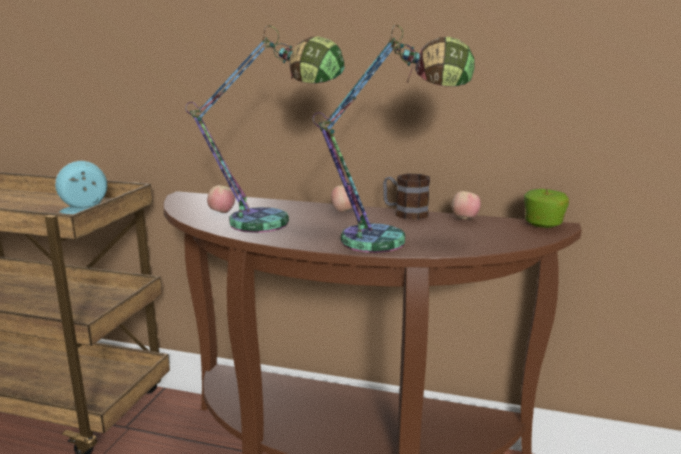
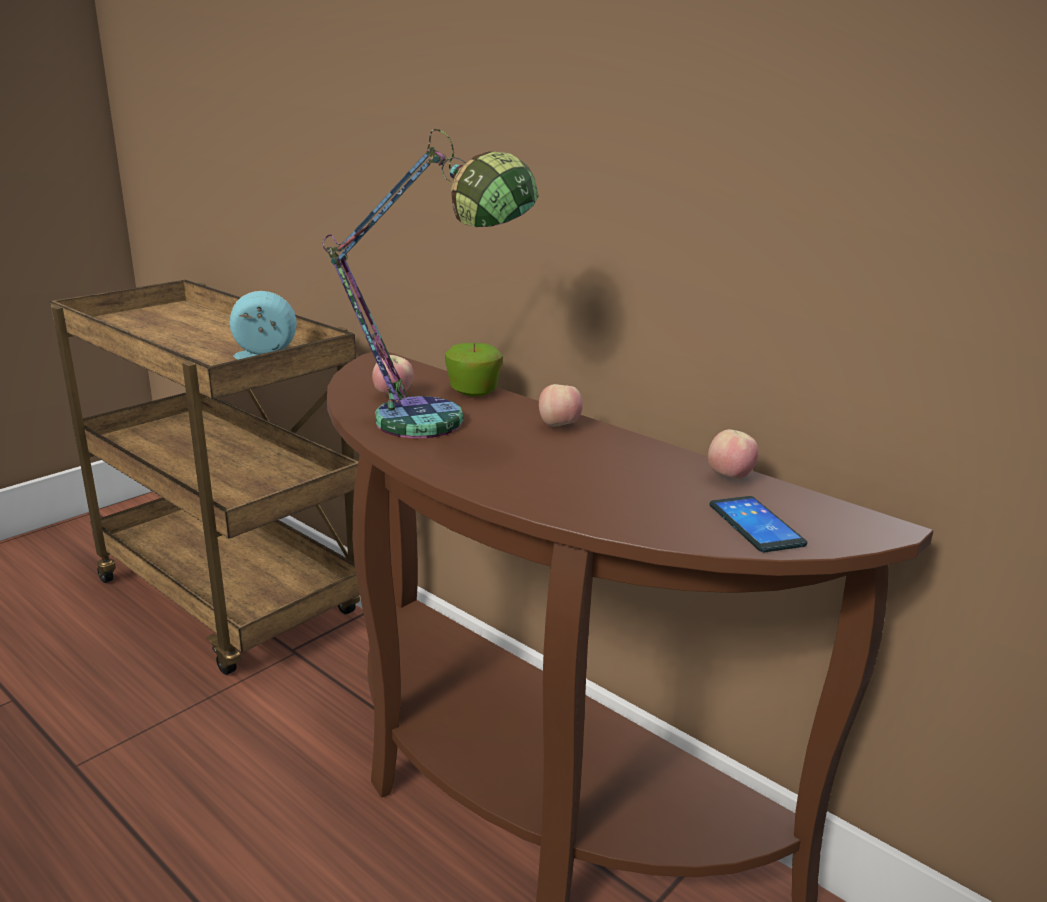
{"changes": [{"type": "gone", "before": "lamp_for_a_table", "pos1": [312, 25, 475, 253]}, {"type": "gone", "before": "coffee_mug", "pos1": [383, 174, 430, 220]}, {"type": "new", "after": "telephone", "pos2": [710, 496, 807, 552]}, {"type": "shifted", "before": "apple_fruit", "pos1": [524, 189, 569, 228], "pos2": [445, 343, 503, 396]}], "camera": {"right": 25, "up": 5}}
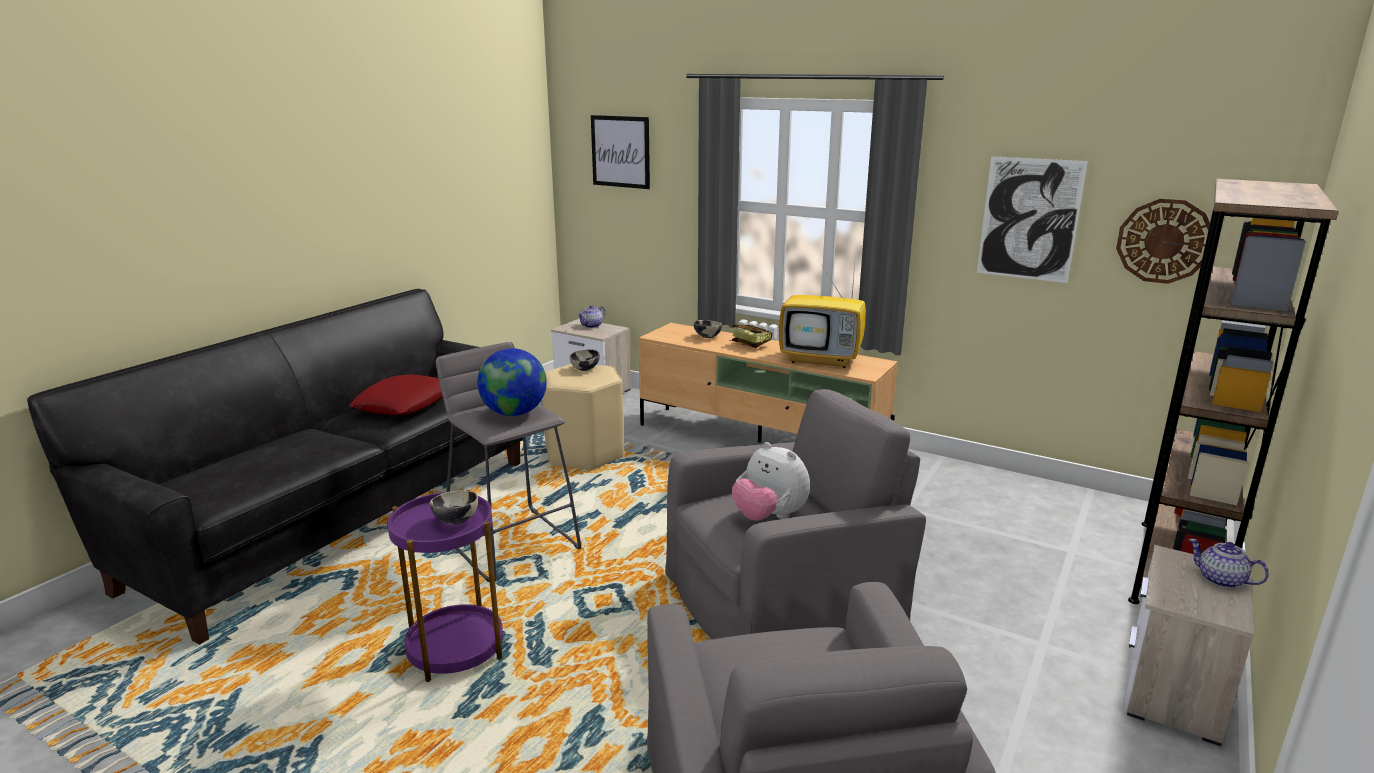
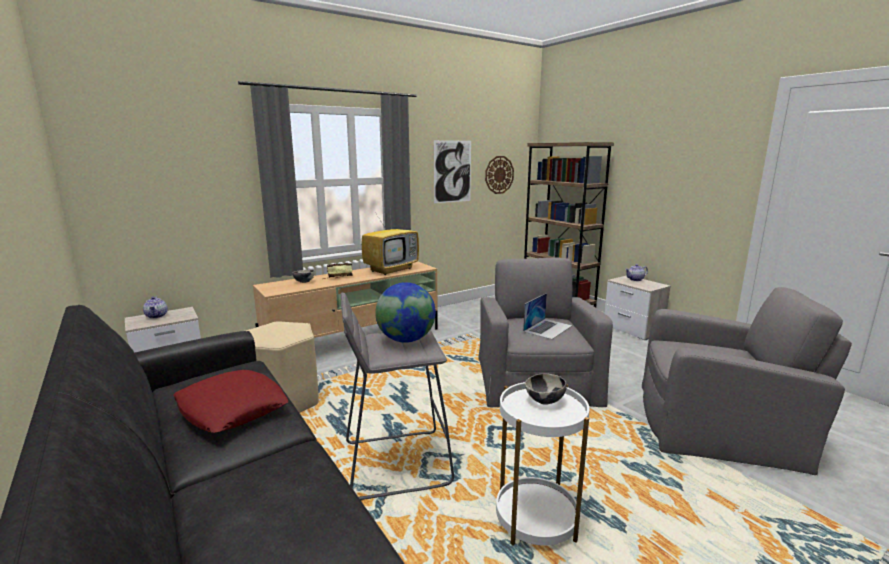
{"changes": [{"type": "gone", "before": "bowl", "pos1": [569, 349, 600, 371]}, {"type": "gone", "before": "wall_art", "pos1": [591, 115, 650, 189]}, {"type": "swapped", "before": "plush_toy", "after": "portable_computer", "pos1": [732, 442, 810, 521], "pos2": [523, 293, 572, 339]}, {"type": "repainted", "before": "purple_side_table", "after": "white_side_table", "pos1": [387, 490, 503, 682], "pos2": [496, 382, 590, 546]}], "camera": {"right": -65, "up": -5}}
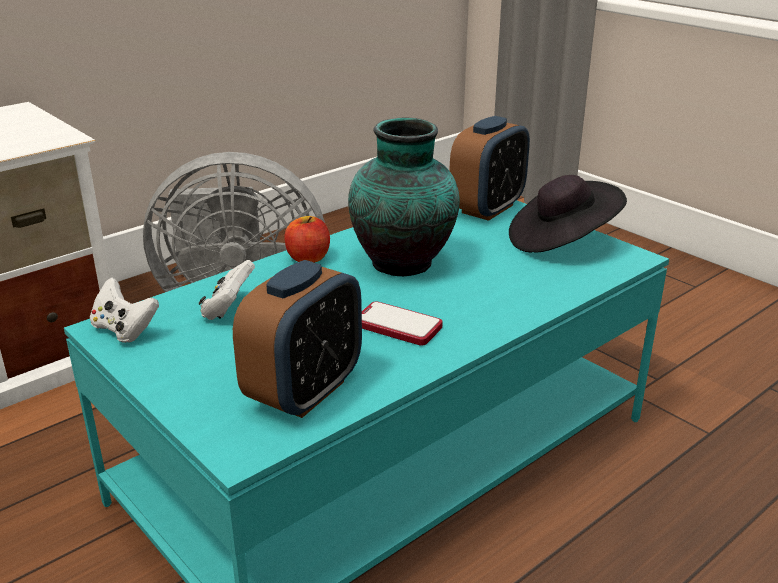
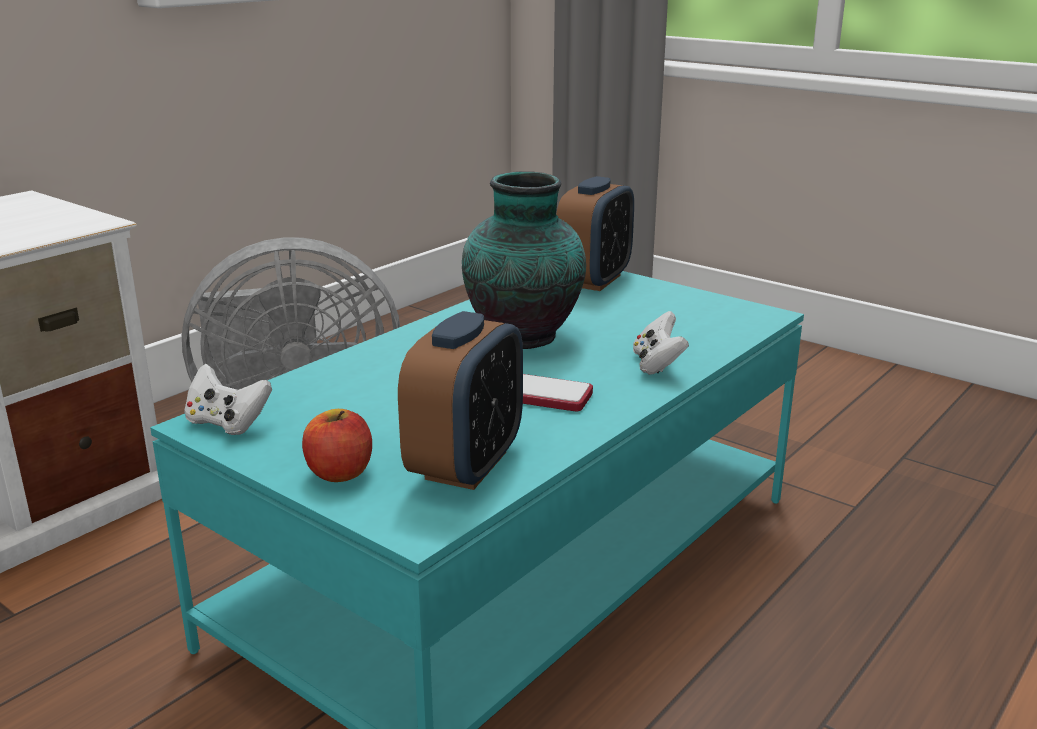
{"changes": [{"type": "gone", "before": "blackish_hat", "pos1": [509, 175, 627, 253]}, {"type": "shifted", "before": "white_game_controller", "pos1": [199, 260, 255, 320], "pos2": [633, 311, 689, 375]}, {"type": "shifted", "before": "apple_fruit", "pos1": [284, 216, 330, 263], "pos2": [302, 409, 372, 482]}], "camera": {"right": -10, "up": -5}}
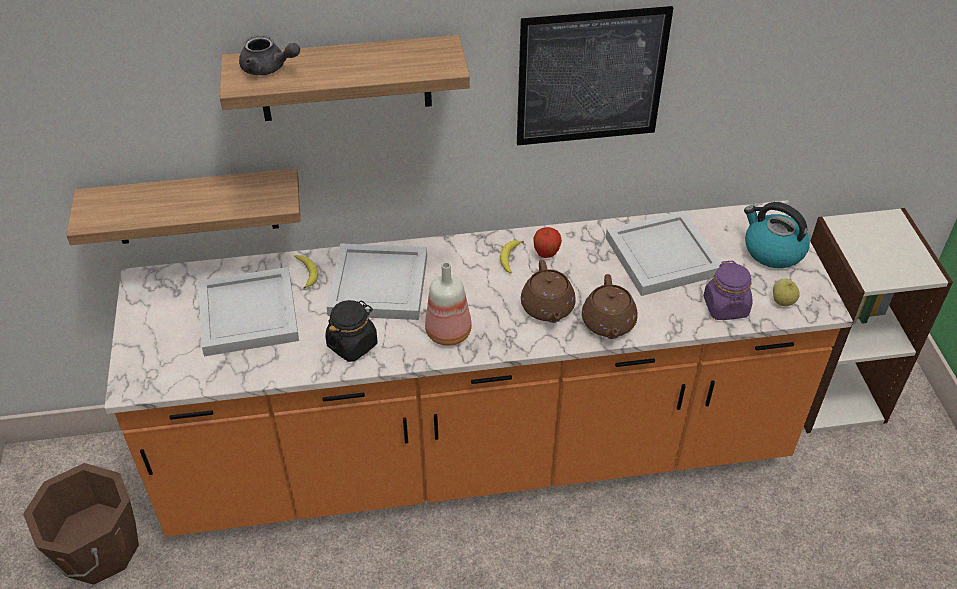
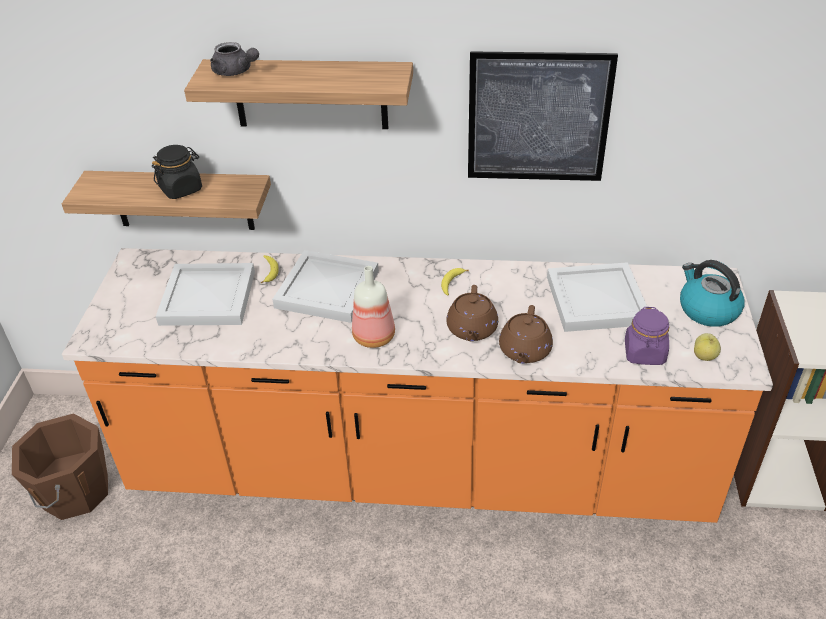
{"changes": [{"type": "gone", "before": "apple_fruit", "pos1": [533, 227, 562, 258]}, {"type": "shifted", "before": "blackish_preserve_jar", "pos1": [325, 300, 378, 362], "pos2": [152, 145, 202, 199]}], "camera": {"right": 15, "up": -5}}
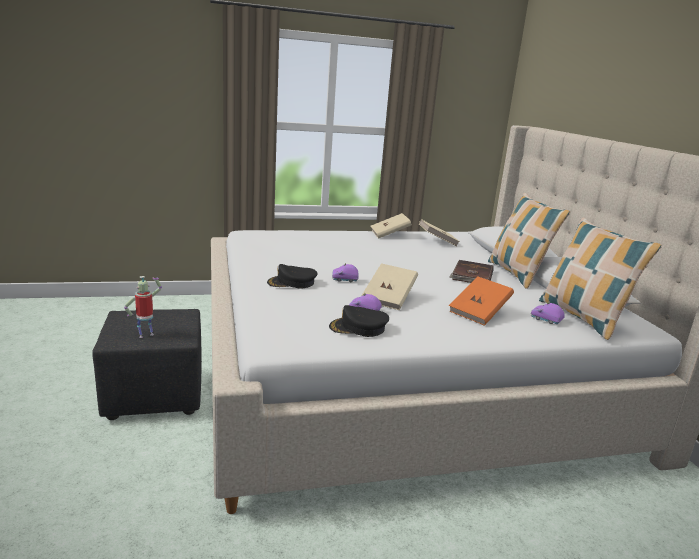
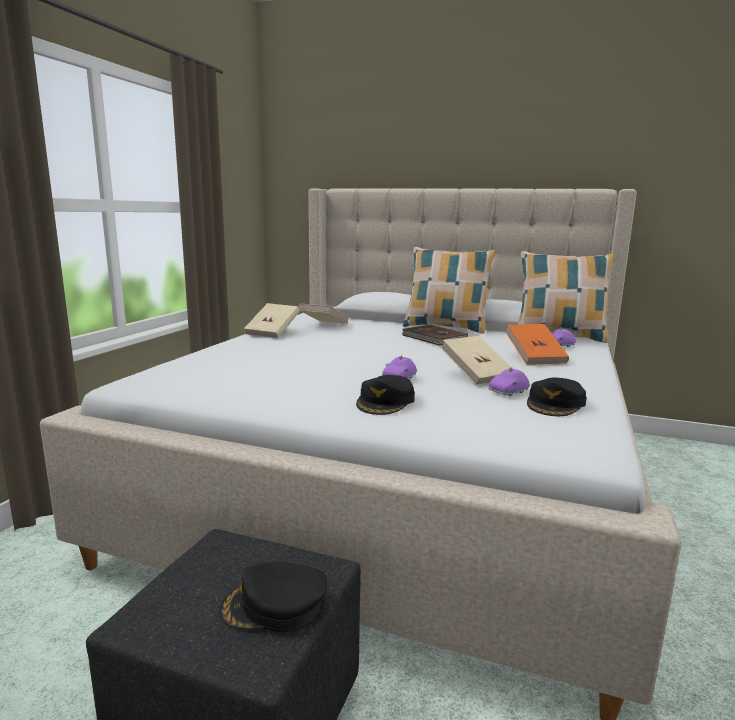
{"changes": [{"type": "swapped", "before": "model_robot", "after": "blackish_cap", "pos1": [124, 276, 162, 338], "pos2": [219, 561, 327, 632]}], "camera": {"right": -55, "up": -5}}
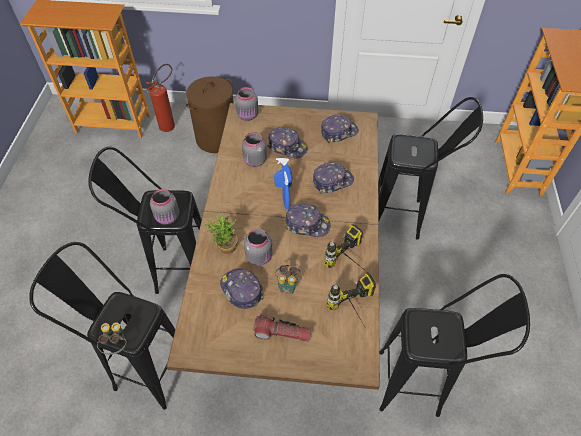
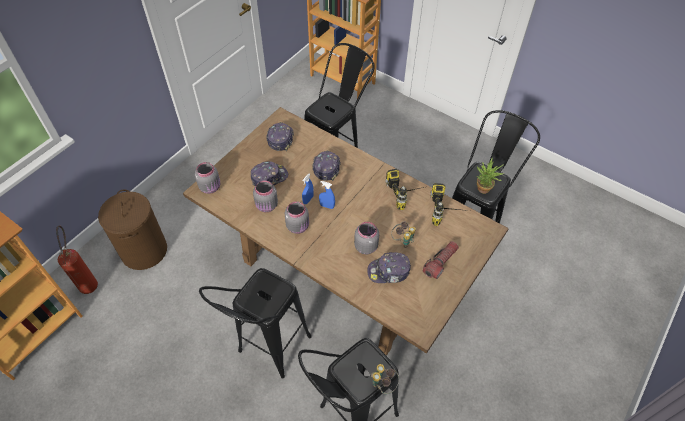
{"changes": [{"type": "gone", "before": "cap", "pos1": [285, 203, 330, 237]}, {"type": "shifted", "before": "grey_preserve_jar", "pos1": [150, 189, 179, 225], "pos2": [285, 201, 309, 234]}, {"type": "shifted", "before": "houseplant", "pos1": [202, 212, 238, 254], "pos2": [477, 158, 504, 194]}], "camera": {"right": -60, "up": 0}}
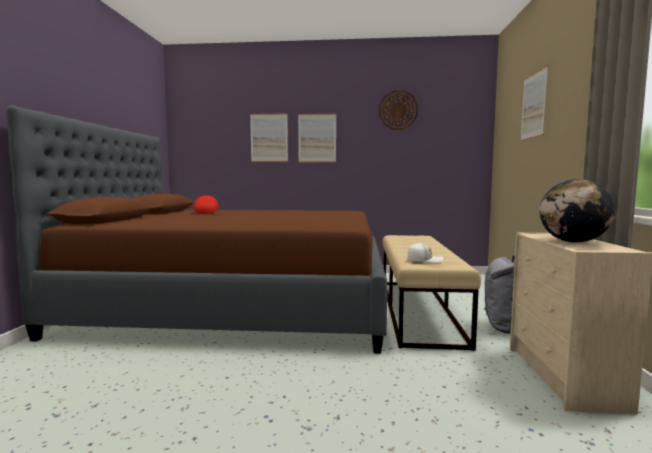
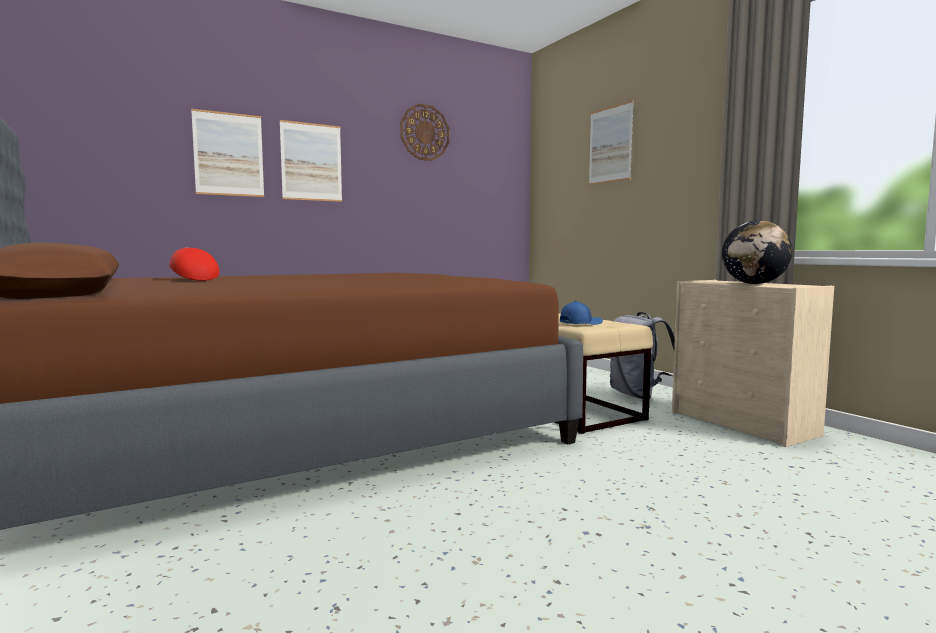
{"changes": [{"type": "repainted", "before": "white_cap", "after": "bluish_cap", "pos1": [407, 242, 444, 263], "pos2": [560, 300, 603, 325]}], "camera": {"right": -35, "up": 0}}
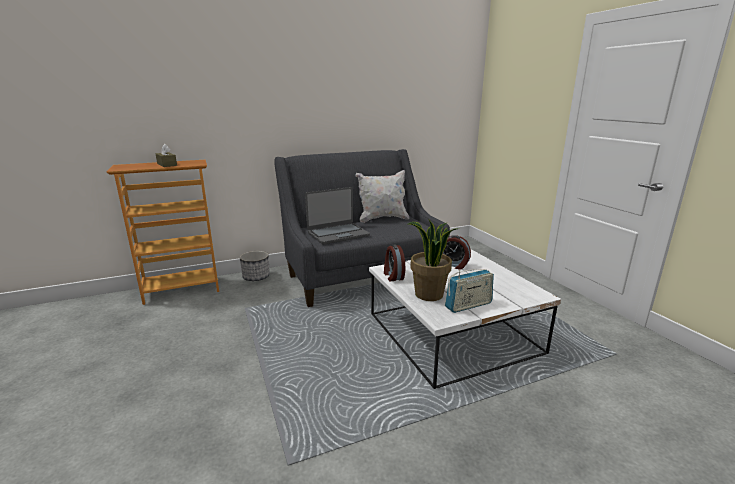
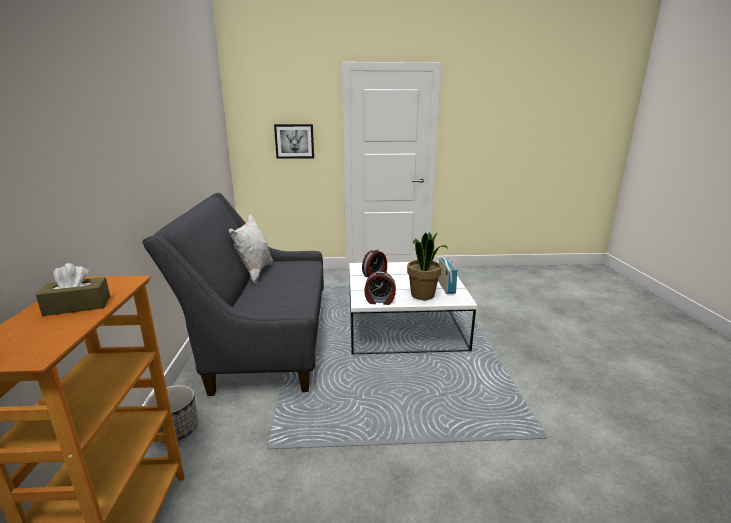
{"changes": [{"type": "gone", "before": "portable_computer", "pos1": [305, 187, 370, 245]}, {"type": "new", "after": "wall_art", "pos2": [274, 124, 314, 159]}], "camera": {"right": -70, "up": 0}}
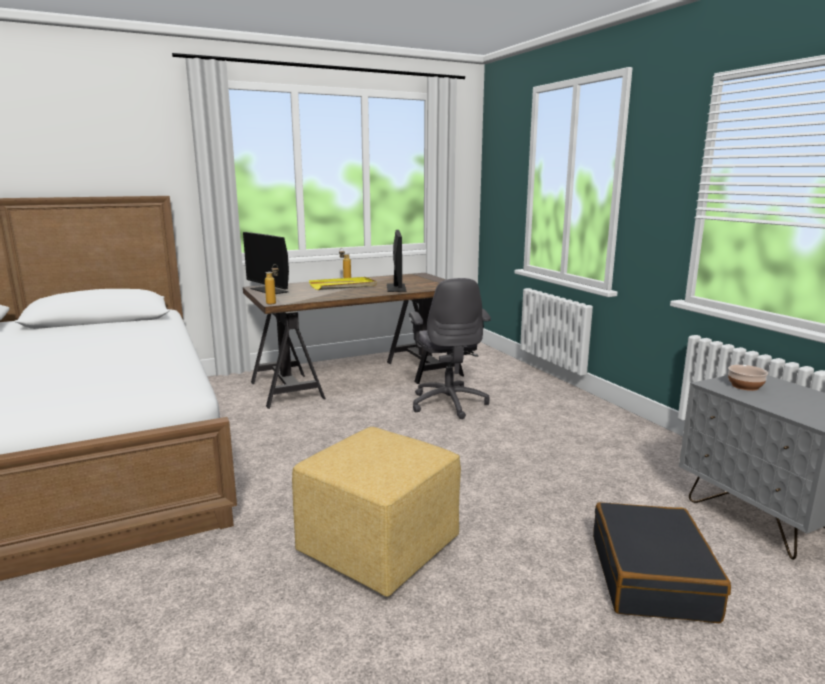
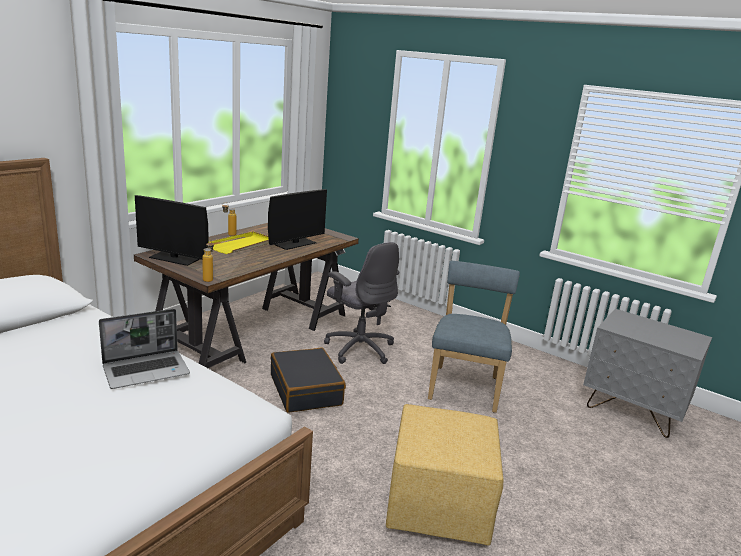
{"changes": [{"type": "gone", "before": "bowl", "pos1": [728, 365, 768, 391]}, {"type": "new", "after": "portable_computer", "pos2": [99, 309, 190, 389]}, {"type": "new", "after": "bluish_plain_chair", "pos2": [428, 261, 520, 413]}, {"type": "shifted", "before": "blackish_suitcase", "pos1": [593, 502, 731, 623], "pos2": [271, 348, 346, 413]}, {"type": "rotated", "before": "computer_display", "pos1": [387, 230, 407, 292], "pos2": [268, 189, 327, 250], "turn": 75}], "camera": {"right": -30, "up": 5}}
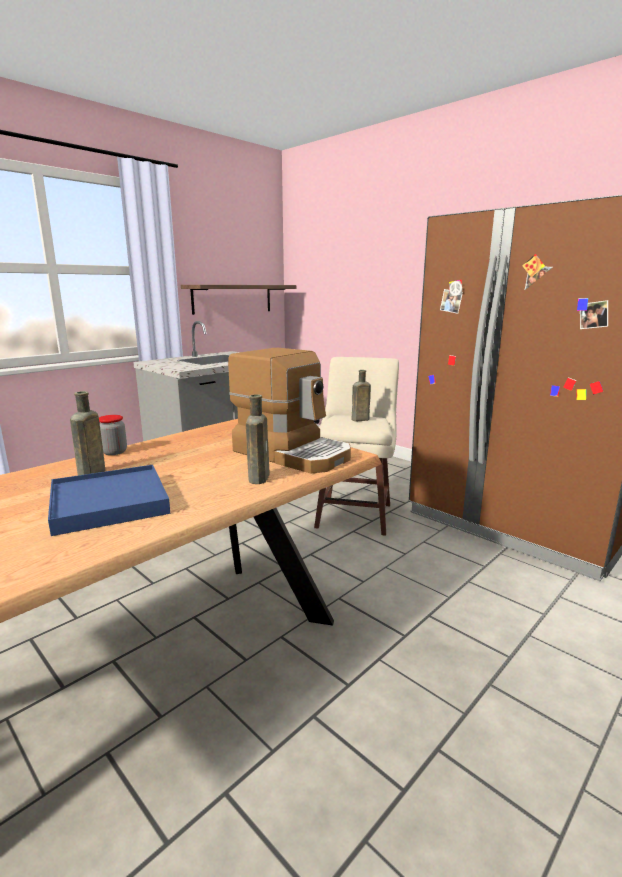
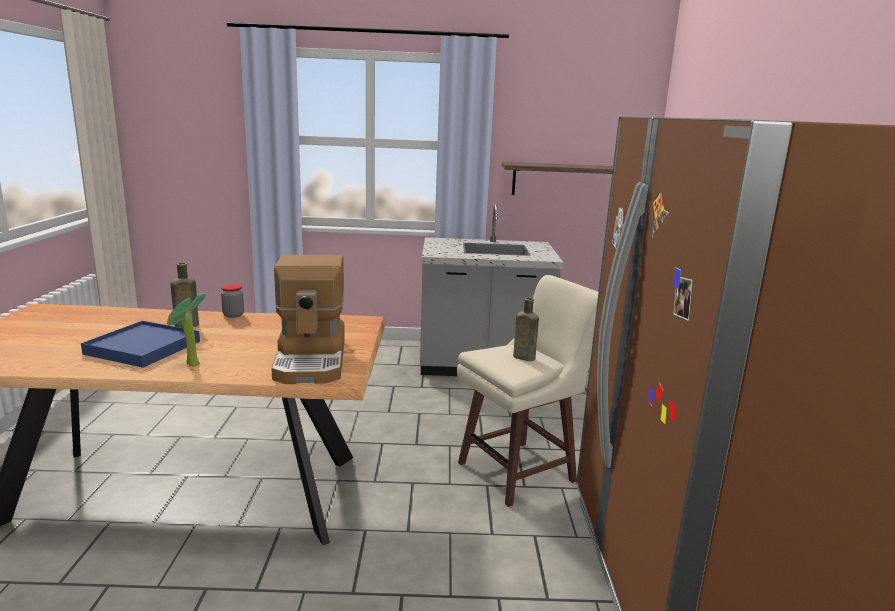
{"changes": [{"type": "gone", "before": "brown-coloured_drink_bottle", "pos1": [246, 394, 269, 484]}, {"type": "new", "after": "houseplant", "pos2": [167, 293, 206, 367]}], "camera": {"right": 45, "up": 0}}
